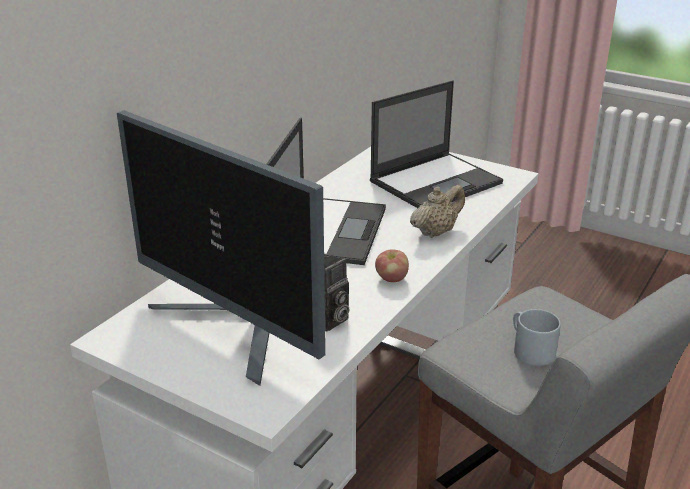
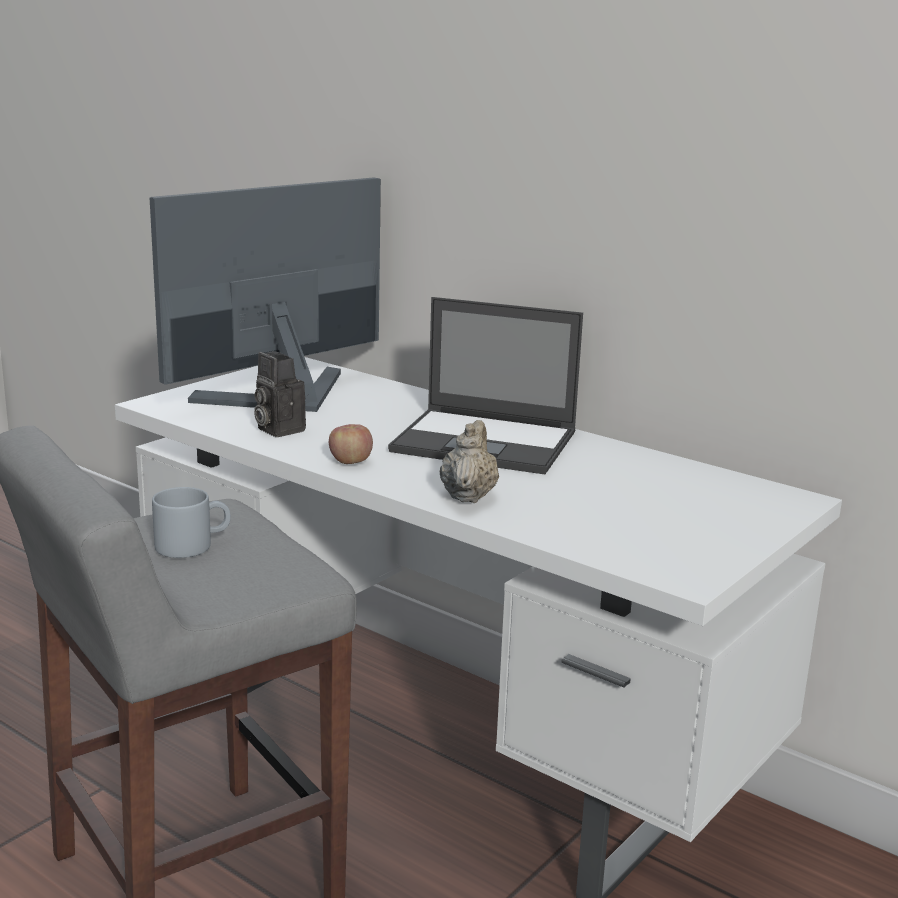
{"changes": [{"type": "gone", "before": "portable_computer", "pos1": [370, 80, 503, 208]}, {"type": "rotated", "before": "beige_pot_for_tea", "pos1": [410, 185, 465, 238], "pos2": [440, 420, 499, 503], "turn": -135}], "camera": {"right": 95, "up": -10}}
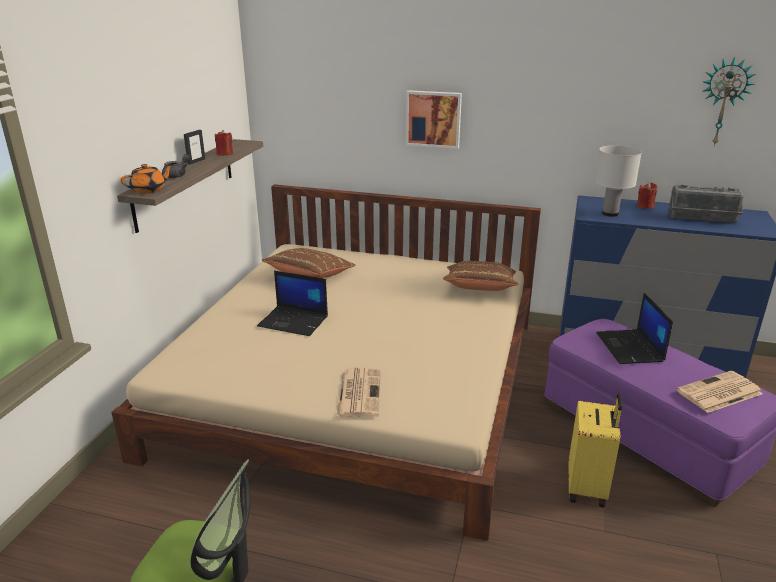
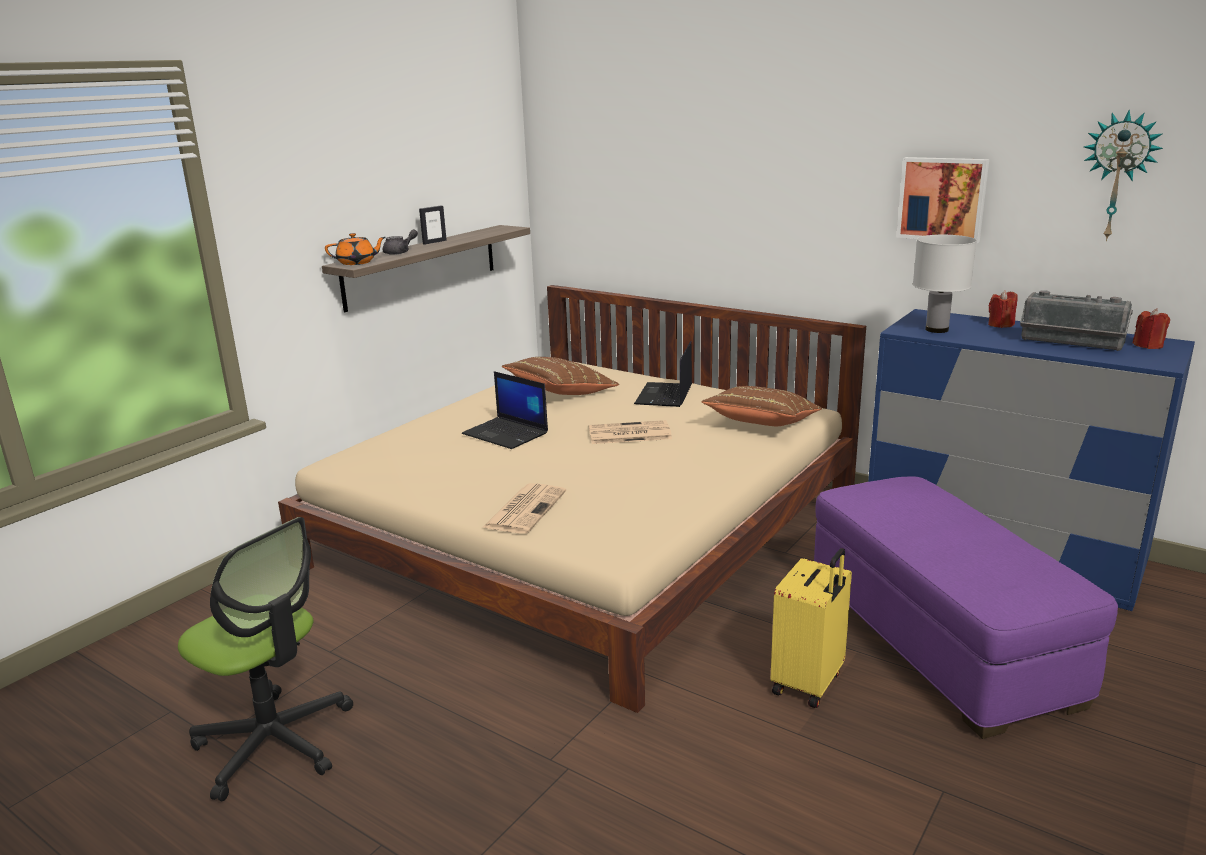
{"changes": [{"type": "shifted", "before": "red-coloured_candle", "pos1": [215, 130, 233, 156], "pos2": [1133, 308, 1170, 349]}, {"type": "shifted", "before": "wall_art", "pos1": [406, 90, 462, 149], "pos2": [896, 157, 989, 244]}, {"type": "shifted", "before": "portable_computer", "pos1": [596, 293, 673, 364], "pos2": [634, 341, 692, 407]}, {"type": "shifted", "before": "newspaper", "pos1": [676, 371, 763, 413], "pos2": [589, 420, 672, 444]}], "camera": {"right": 20, "up": -5}}
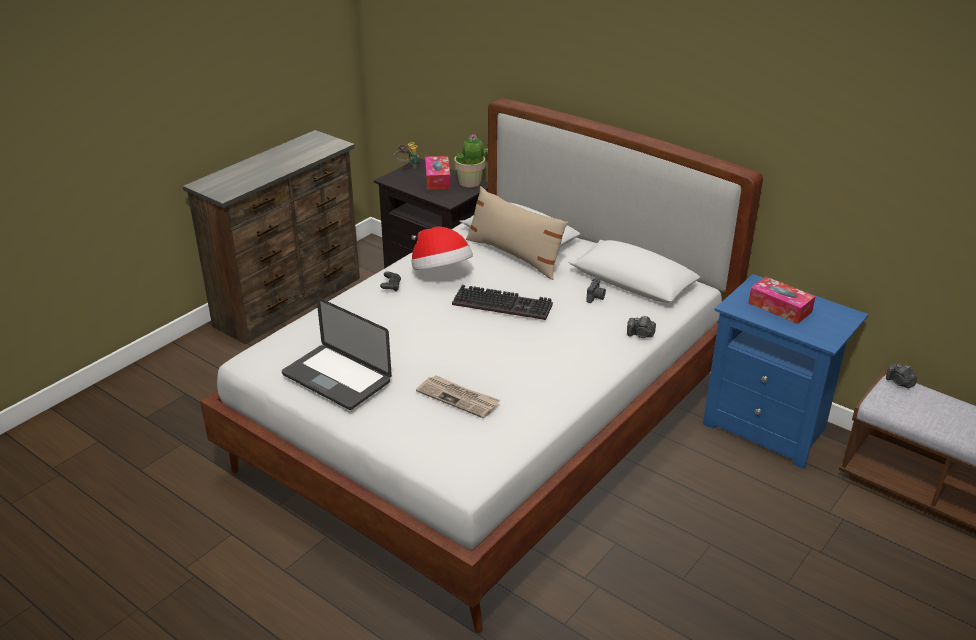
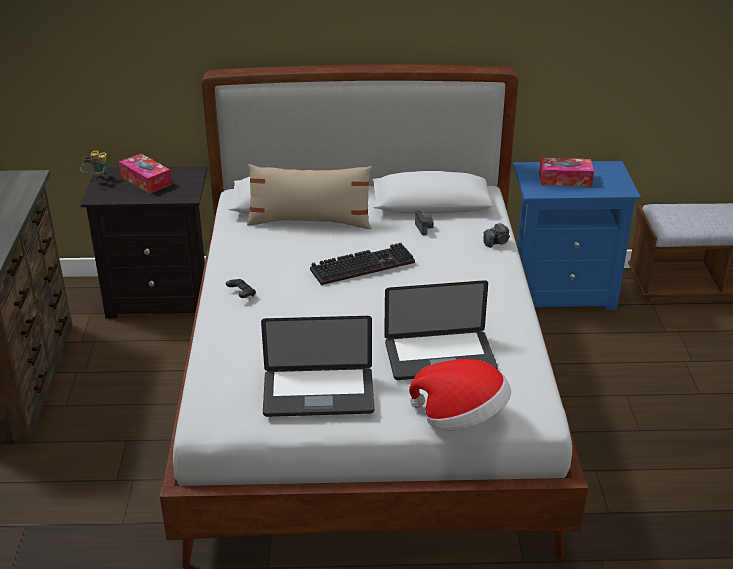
{"changes": [{"type": "gone", "before": "houseplant", "pos1": [454, 134, 488, 187]}, {"type": "gone", "before": "still_camera", "pos1": [886, 363, 917, 388]}, {"type": "shifted", "before": "hat", "pos1": [411, 227, 473, 270], "pos2": [409, 359, 511, 431]}, {"type": "swapped", "before": "newspaper", "after": "portable_computer", "pos1": [416, 375, 500, 418], "pos2": [384, 280, 498, 380]}], "camera": {"right": -40, "up": 0}}
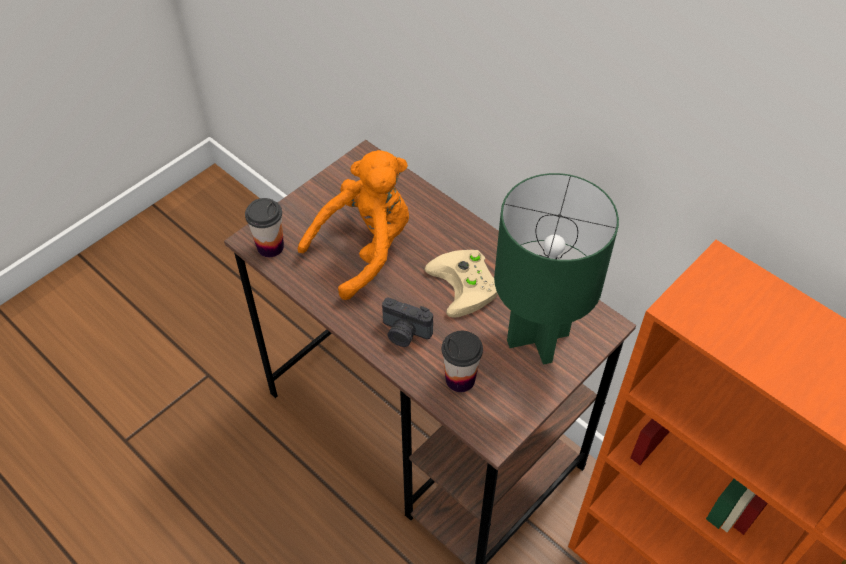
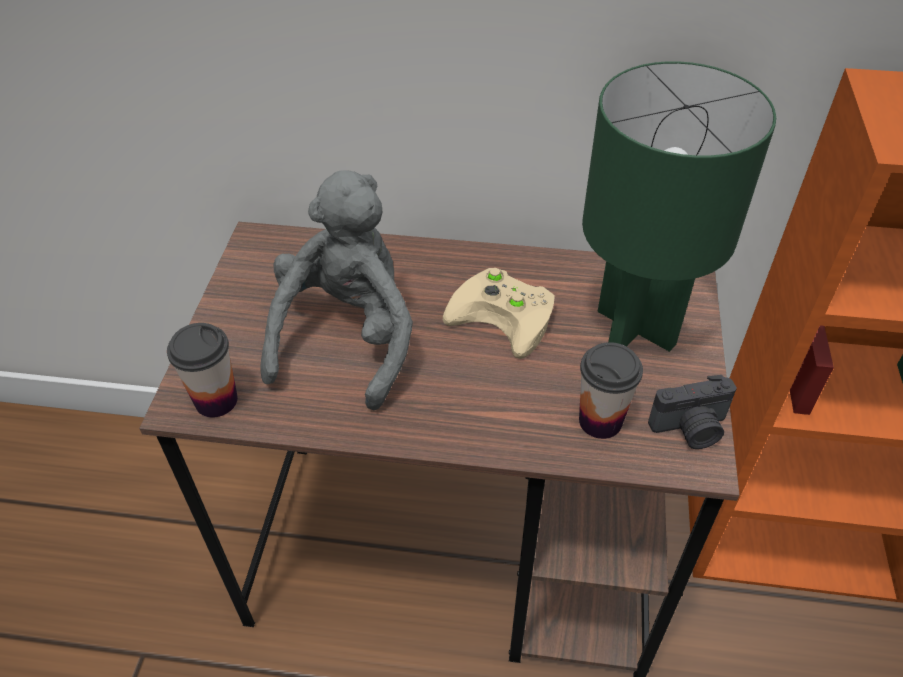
{"changes": [{"type": "shifted", "before": "still_camera", "pos1": [382, 297, 433, 347], "pos2": [648, 375, 737, 449]}, {"type": "repainted", "before": "orangey_plush_toy", "after": "grey_plush_toy", "pos1": [298, 150, 409, 300], "pos2": [260, 170, 413, 410]}], "camera": {"right": -35, "up": -5}}
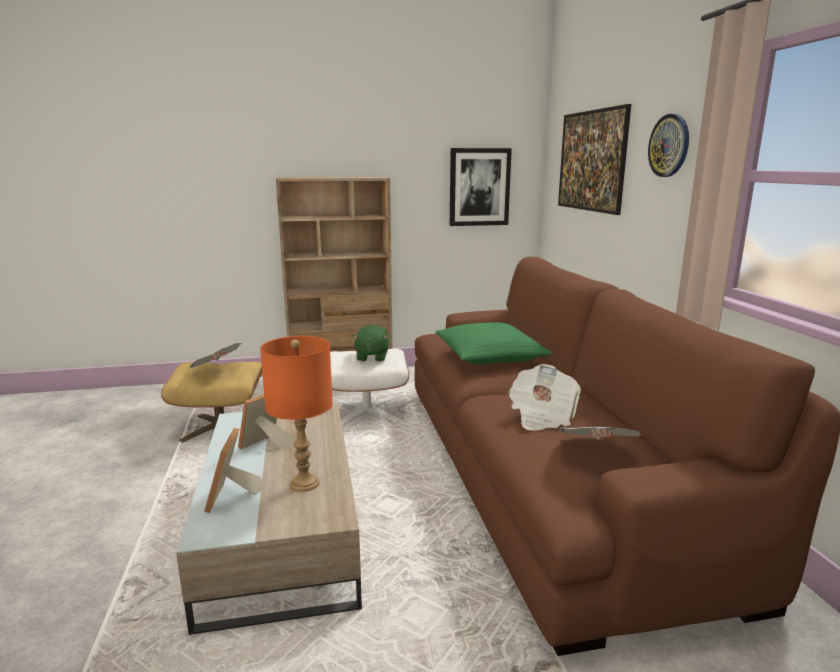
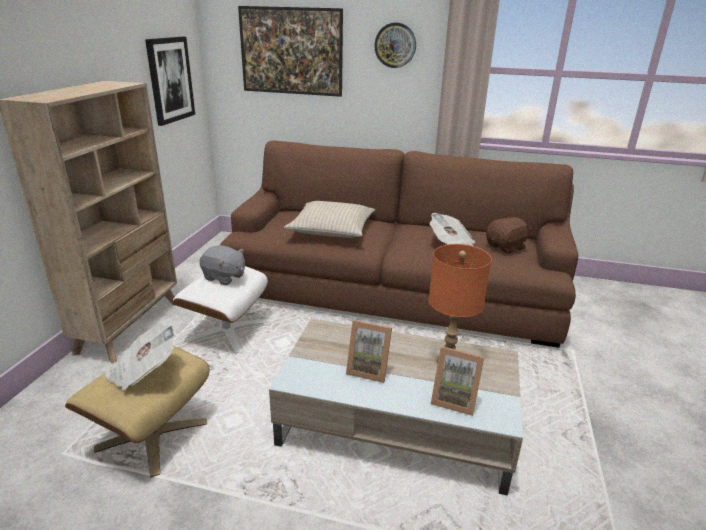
{"changes": [{"type": "swapped", "before": "newspaper", "after": "brown-coloured_plush_toy", "pos1": [558, 427, 642, 440], "pos2": [486, 216, 532, 254]}, {"type": "repainted", "before": "green_plush_toy", "after": "grey_plush_toy", "pos1": [352, 325, 389, 362], "pos2": [199, 245, 245, 285]}, {"type": "repainted", "before": "green_pillow", "after": "beige_pillow", "pos1": [435, 322, 552, 364], "pos2": [284, 201, 375, 238]}, {"type": "rotated", "before": "standing_frame", "pos1": [238, 394, 293, 450], "pos2": [346, 320, 392, 383], "turn": -45}], "camera": {"right": -65, "up": 10}}
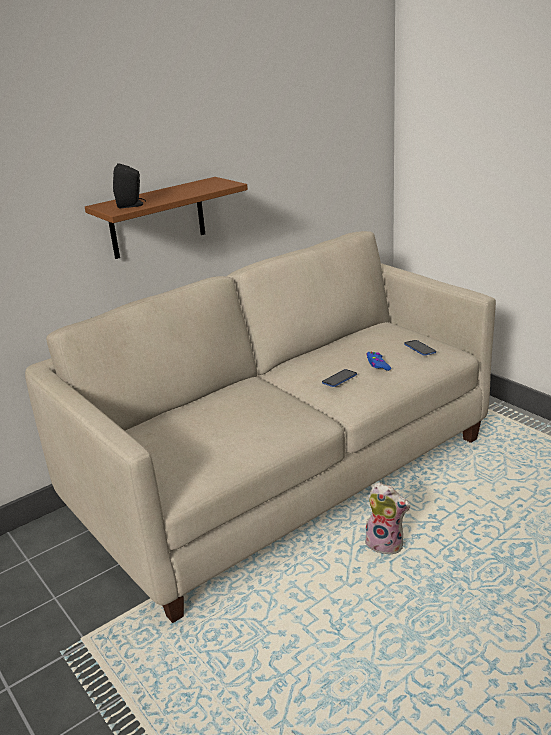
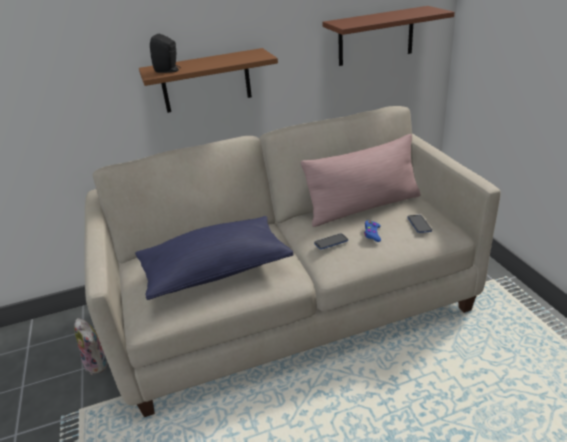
{"changes": [{"type": "new", "after": "bluish_pillow", "pos2": [135, 216, 294, 300]}, {"type": "new", "after": "pinkish_pillow", "pos2": [301, 134, 421, 227]}, {"type": "new", "after": "brown-coloured_wall_shelf", "pos2": [322, 6, 455, 66]}, {"type": "shifted", "before": "plush_toy", "pos1": [365, 483, 410, 554], "pos2": [74, 318, 108, 375]}], "camera": {"right": 20, "up": 5}}
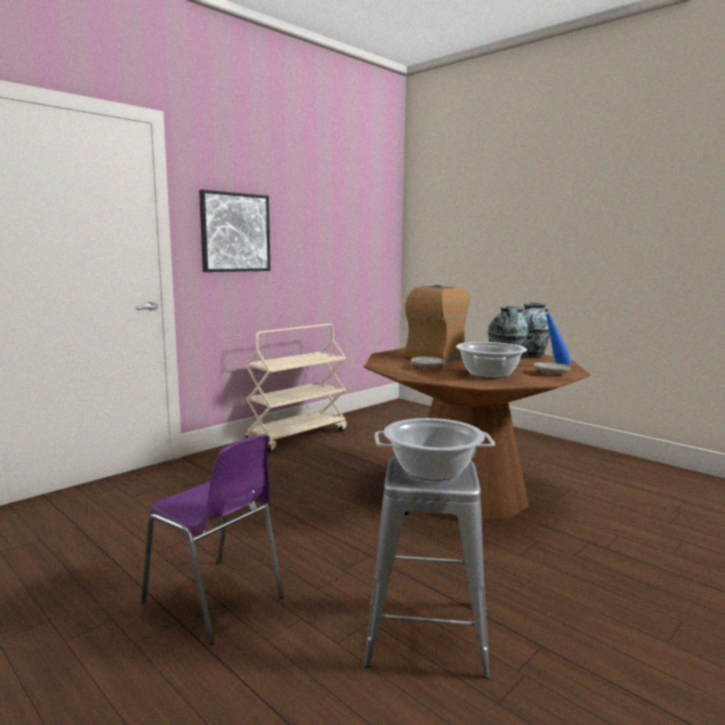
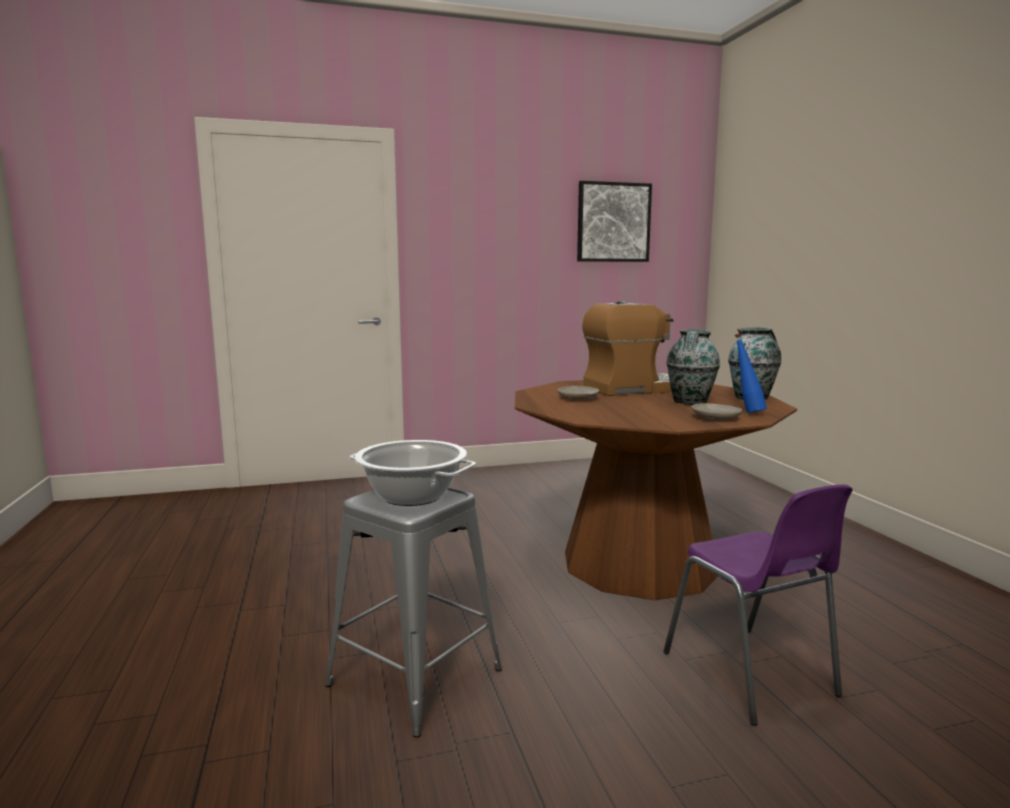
{"changes": [{"type": "gone", "before": "beige_cart", "pos1": [244, 324, 347, 453]}, {"type": "gone", "before": "stockpot", "pos1": [456, 342, 527, 378]}, {"type": "shifted", "before": "purple_plain_chair", "pos1": [141, 434, 284, 645], "pos2": [663, 485, 853, 726]}, {"type": "shifted", "before": "wall_art", "pos1": [199, 190, 270, 272], "pos2": [577, 181, 652, 262]}], "camera": {"right": 30, "up": 0}}
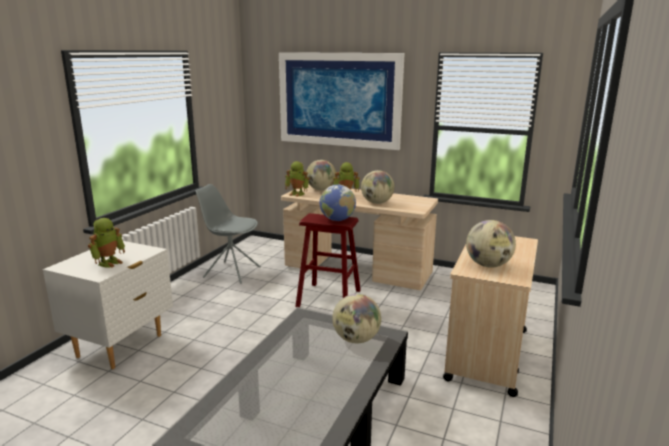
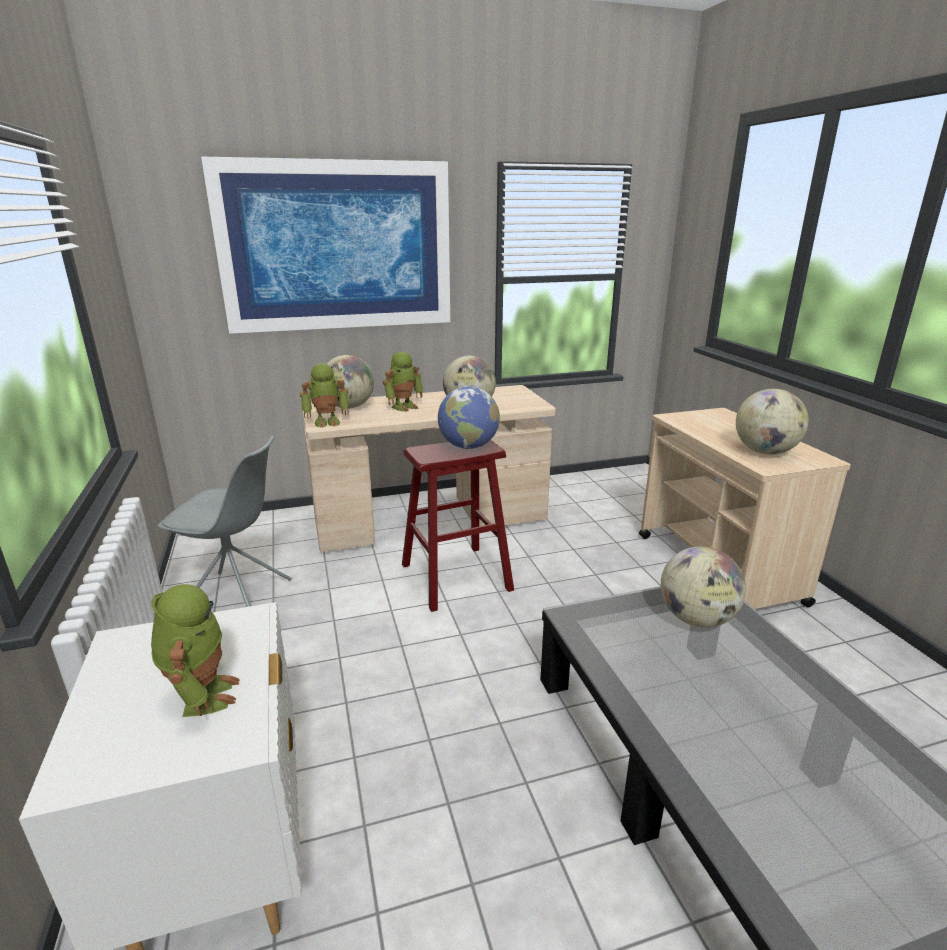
{"changes": [{"type": "rotated", "before": "grey_plain_chair", "pos1": [195, 184, 261, 284], "pos2": [157, 436, 292, 607], "turn": -150}], "camera": {"right": -40, "up": 5}}
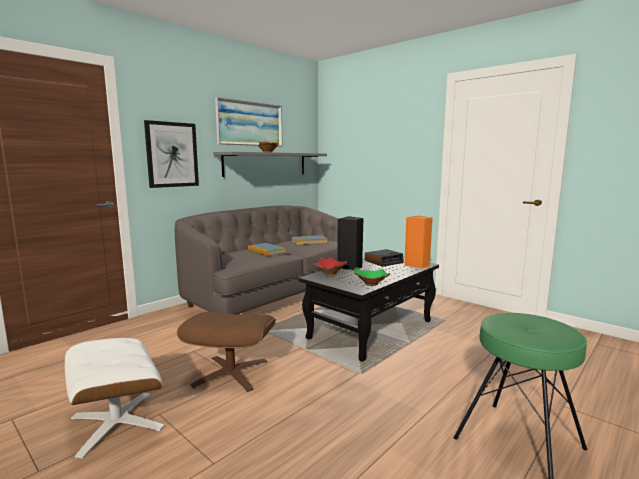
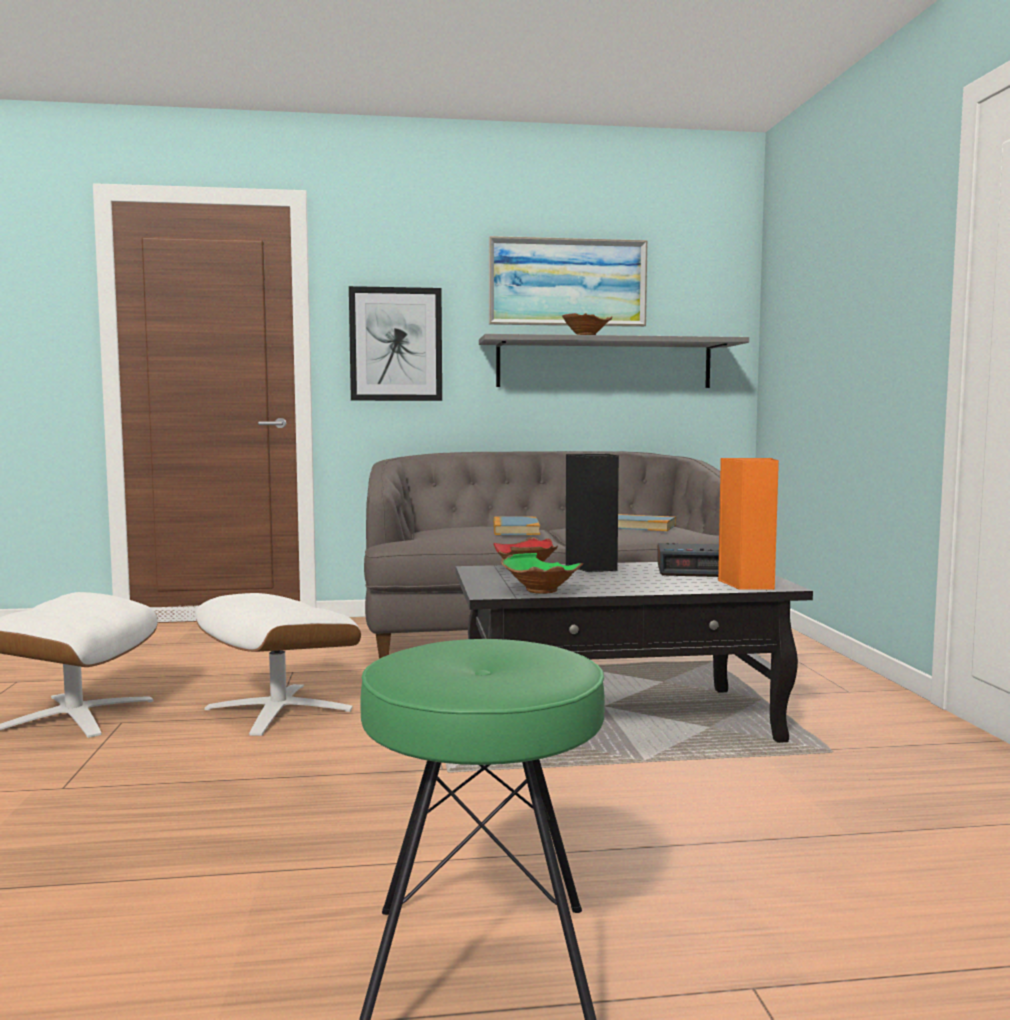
{"changes": [{"type": "repainted", "before": "brown-coloured_ottoman", "after": "white_ottoman", "pos1": [177, 312, 276, 392], "pos2": [196, 593, 361, 736]}], "camera": {"right": 40, "up": -5}}
